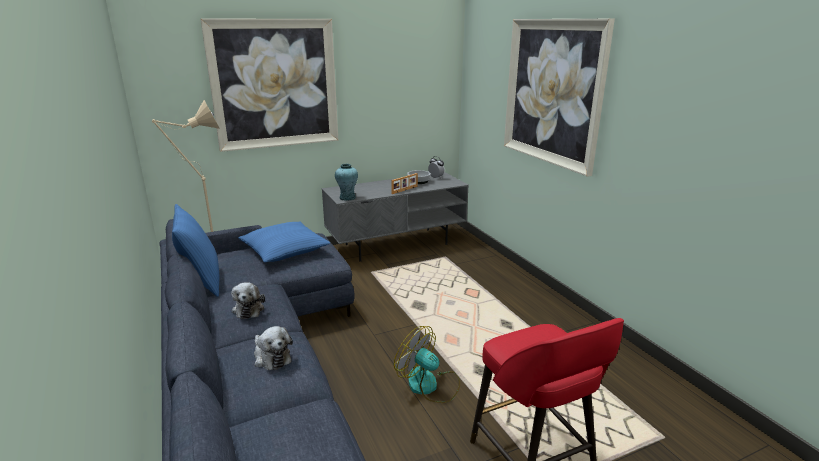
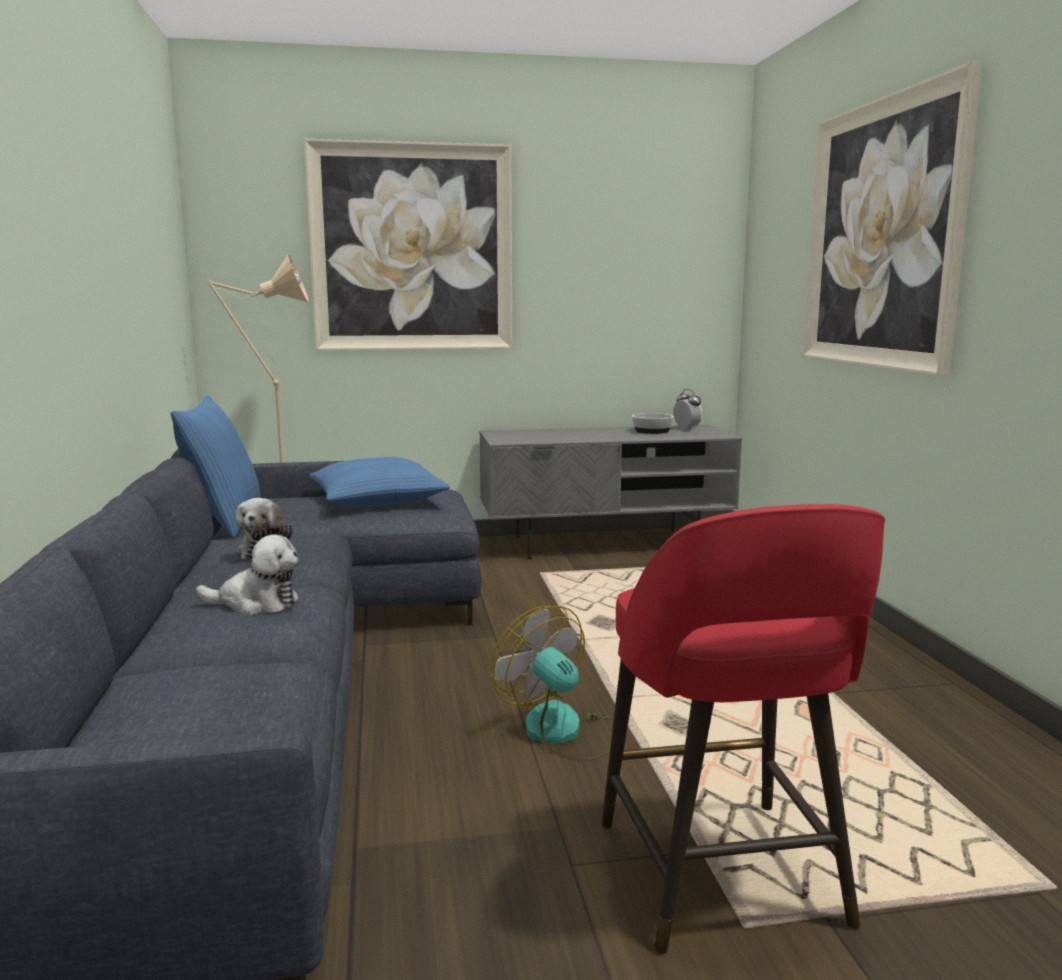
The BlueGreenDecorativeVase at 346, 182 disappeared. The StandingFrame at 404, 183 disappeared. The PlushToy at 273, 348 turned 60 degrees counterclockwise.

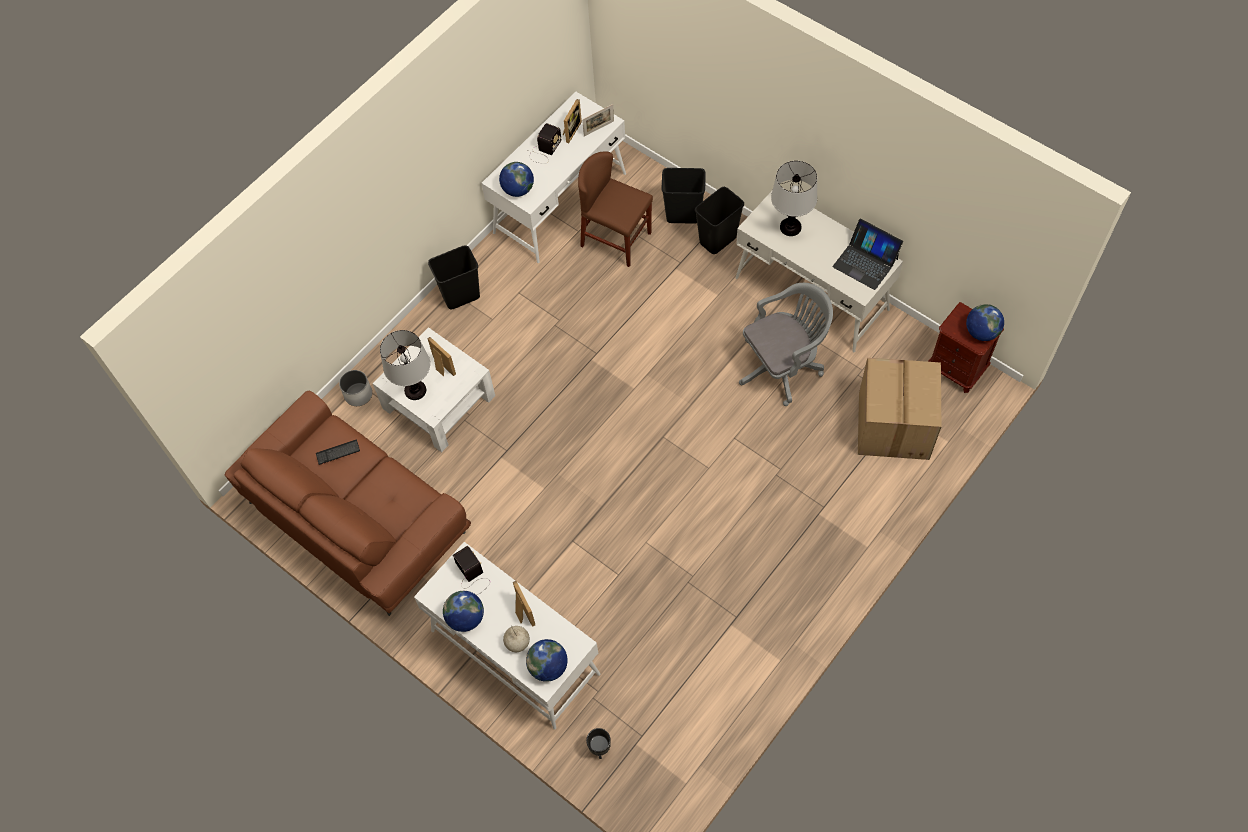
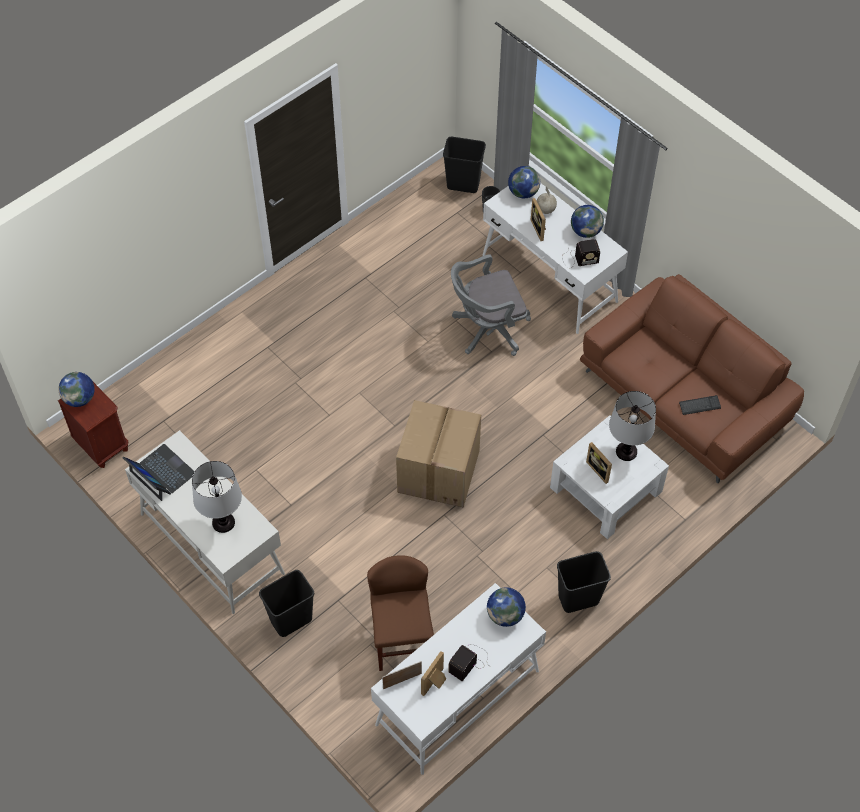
The WhitishFlowerPot at 355, 388 disappeared. The BlackishRubbishBin moved from 684, 196 to 464, 165. The GrayOfficeChair moved from 786, 344 to 491, 305. The Carton moved from 900, 409 to 438, 454. The RadioSet at 471, 570 turned 75 degrees counterclockwise. The BrownColouredPlainChair at 615, 209 turned 135 degrees counterclockwise.

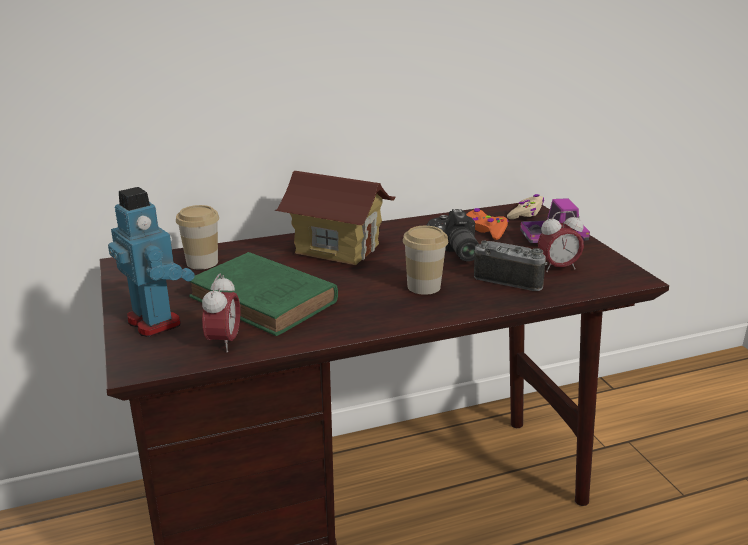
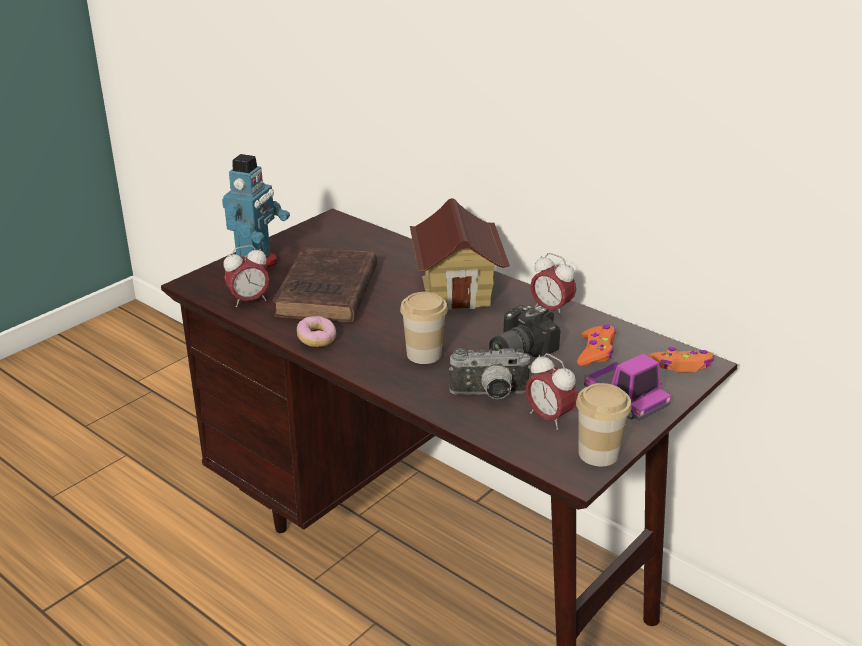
The RingDoughnut at 316, 331 appeared. The TableClock at 553, 285 appeared. The DrinkingCup moved from 197, 237 to 604, 424. The GreenishVolume at 263, 294 became the BrownColouredVolume at 325, 285. The BeigeColouredGamepad at 525, 206 became the OrangeyGamepad at 681, 360. The StillCamera at 510, 266 turned 90 degrees clockwise.

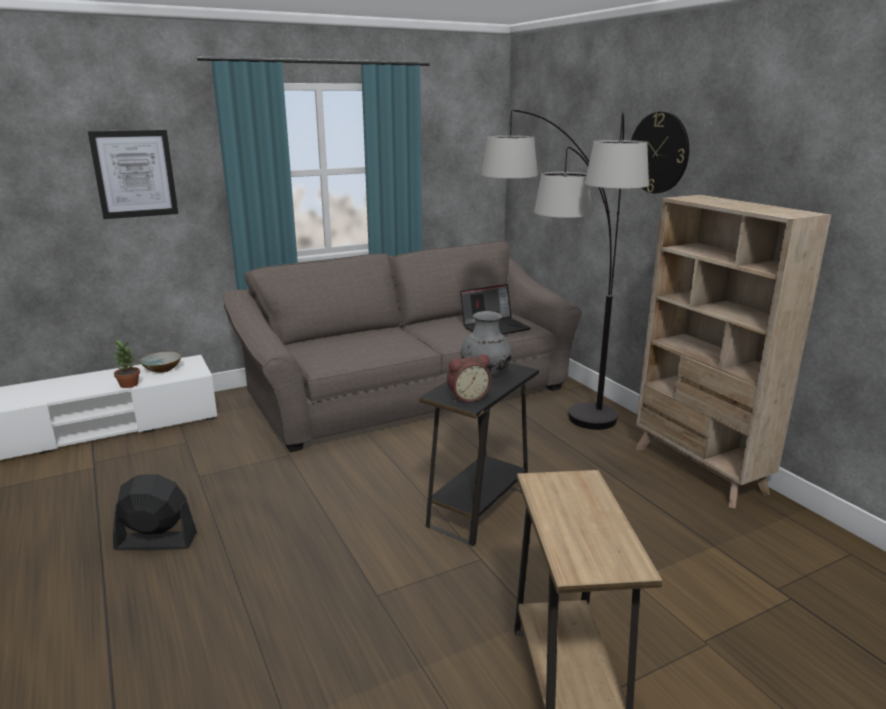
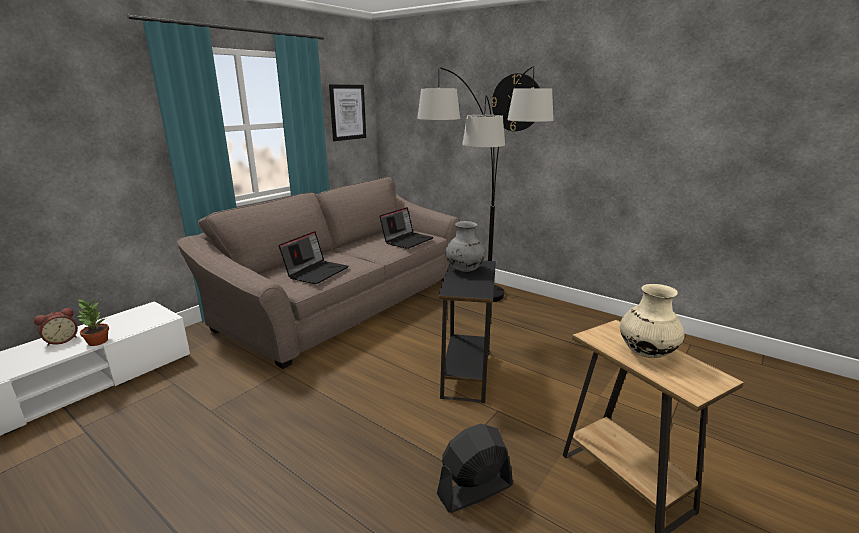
The DeepDish at 161, 362 disappeared. The BeigeColouredShelvingUnit at 733, 351 disappeared. The PortableComputer at 314, 257 appeared. The BeigeColouredDecorativeVase at 652, 321 appeared. The WallArt moved from 133, 174 to 347, 112. The BlackishFan moved from 155, 512 to 475, 468. The TableClock moved from 469, 378 to 56, 327.

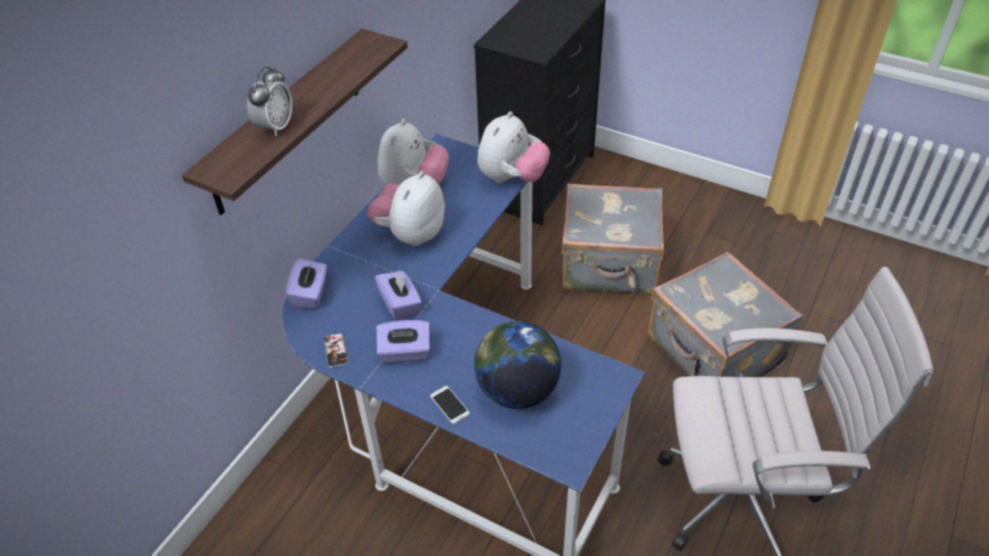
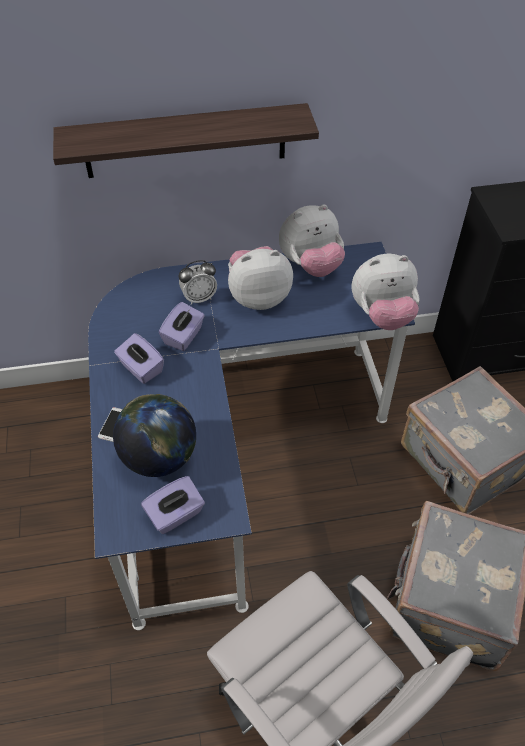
The Phone at 336, 350 disappeared. The TableClock moved from 269, 101 to 198, 282. The PurpleColouredBoxOfTissues moved from 306, 284 to 173, 505.

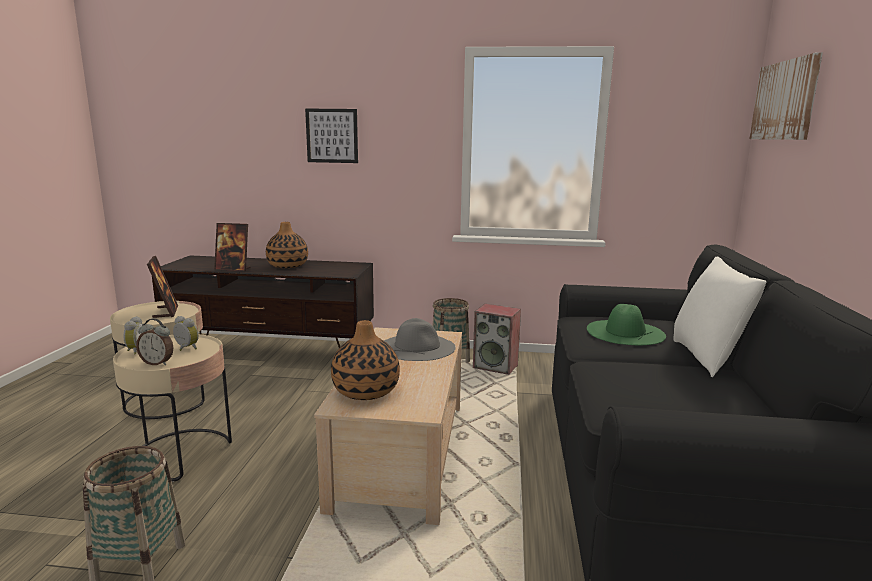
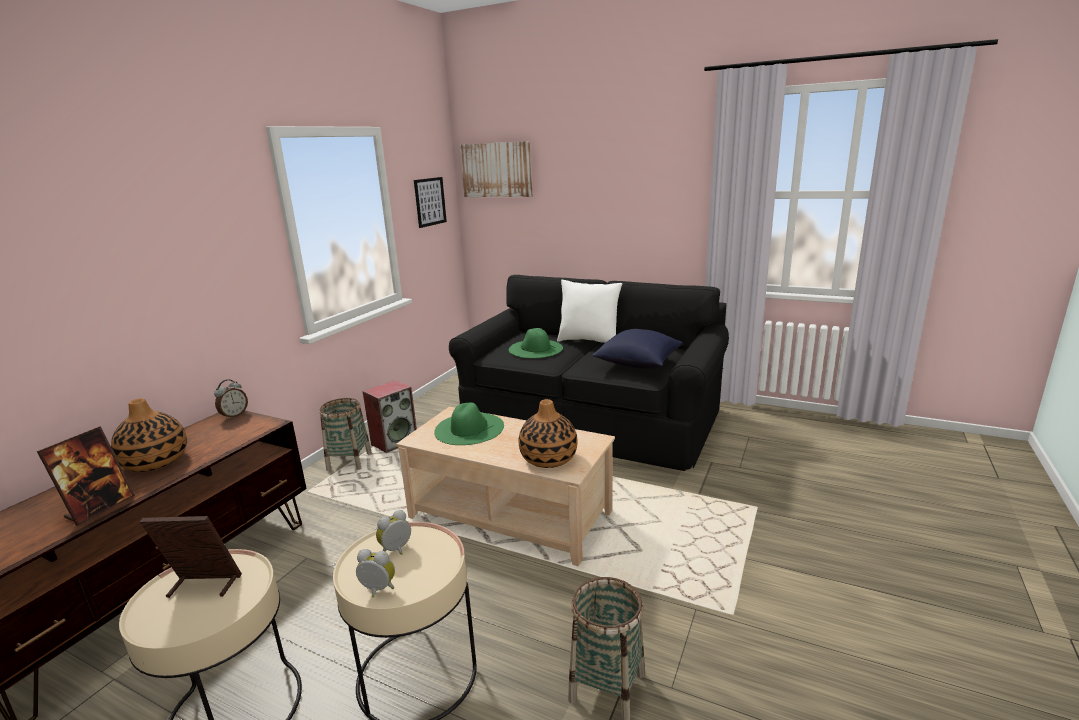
The BluishPillow at 637, 349 appeared. The TableClock moved from 155, 341 to 231, 399. The WallArt moved from 331, 136 to 430, 202. The GrayHat at 419, 339 became the GreenishHat at 469, 424.

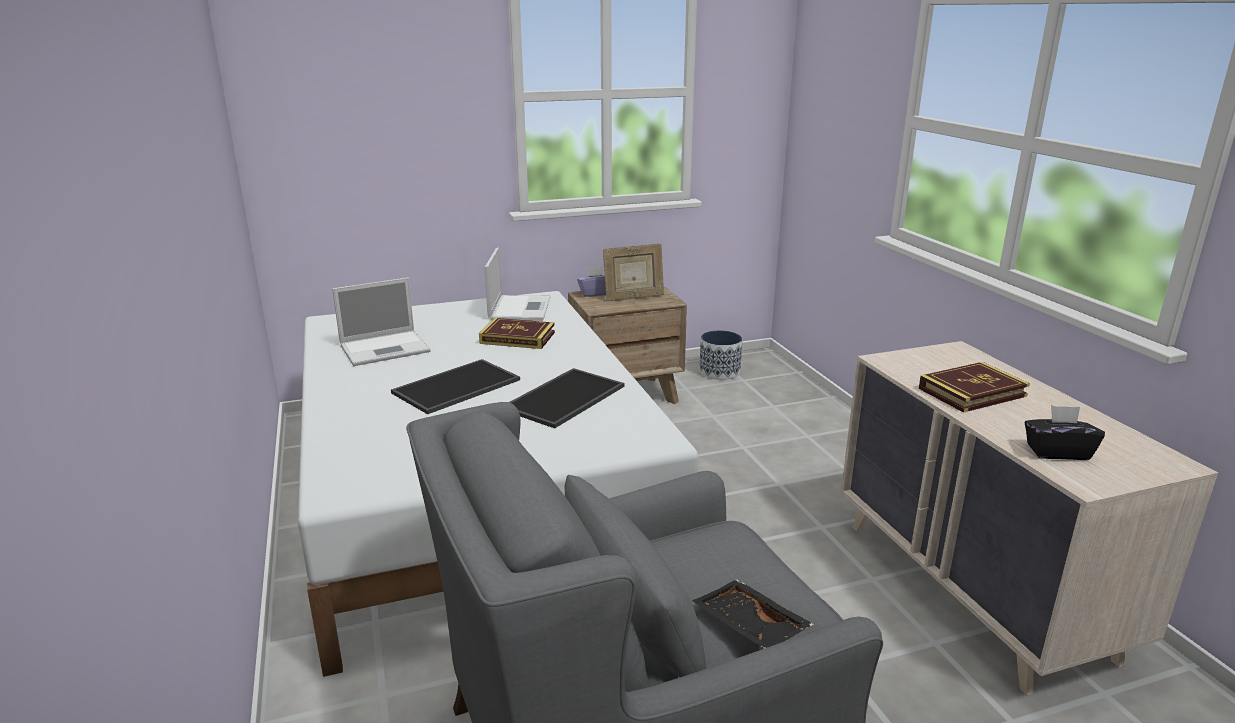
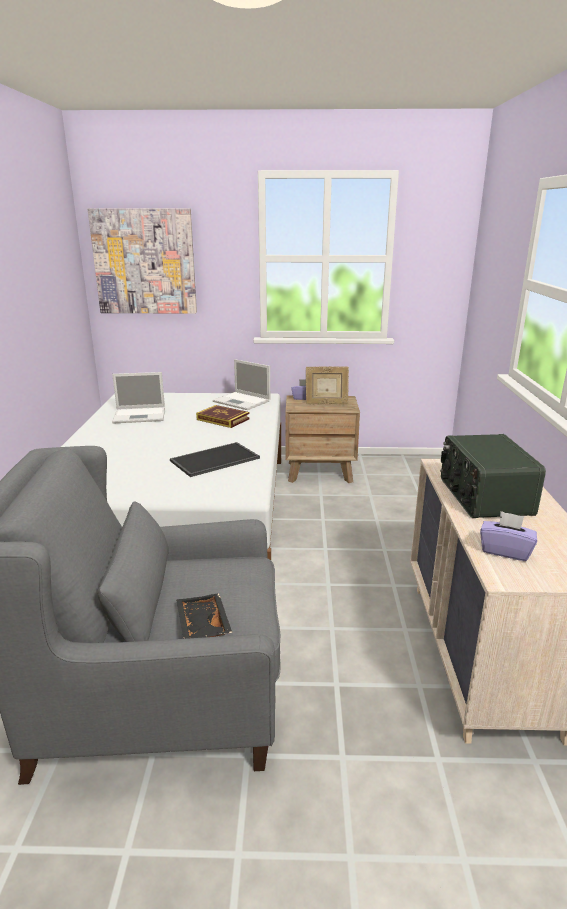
The CarryingTray at 455, 386 disappeared. The FlowerPot at 720, 355 disappeared. The WallArt at 142, 261 appeared. The Volume at 974, 387 was replaced by the RadioSet at 493, 476. The BlackishBoxOfTissues at 1065, 432 became the PurpleColouredBoxOfTissues at 508, 536. The PortableComputer at 517, 284 turned 105 degrees clockwise.

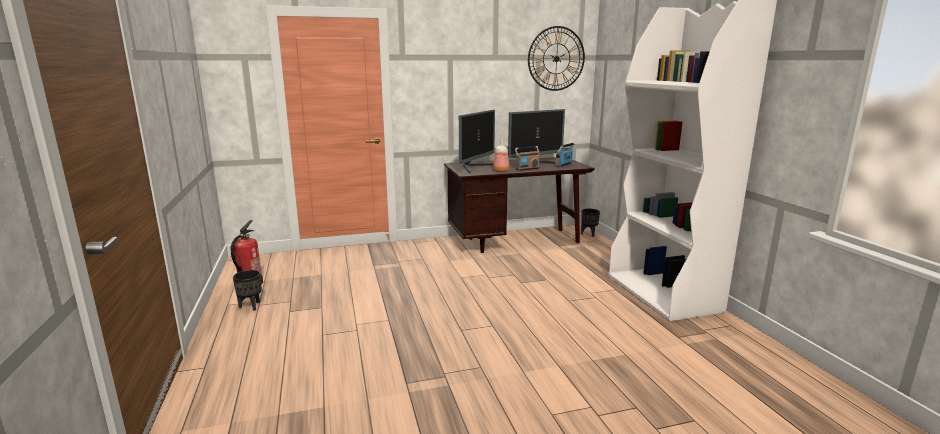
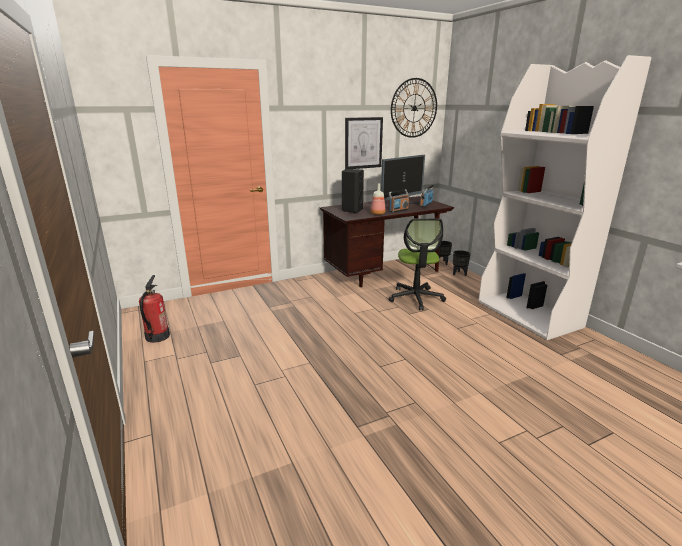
The WallArt at 364, 143 appeared. The OfficeChair at 417, 264 appeared. The BlackishFlowerPot moved from 247, 290 to 461, 263. The Monitor at 477, 141 was replaced by the BlackishAudioSpeaker at 353, 191.

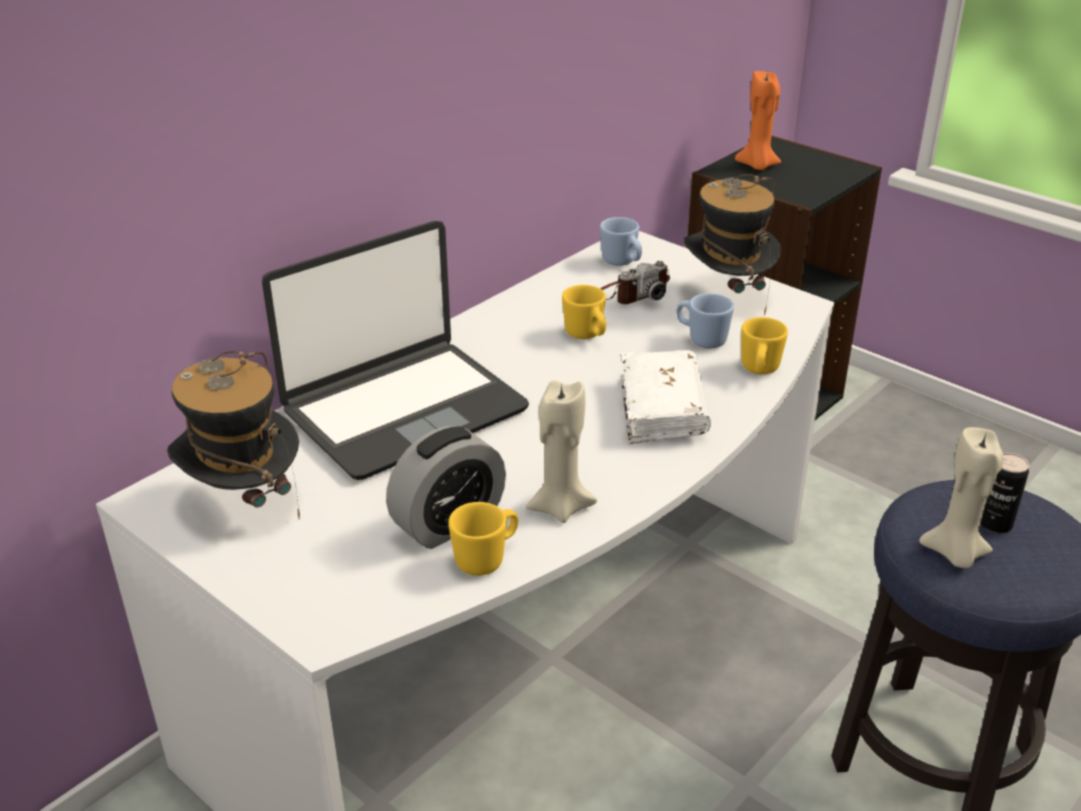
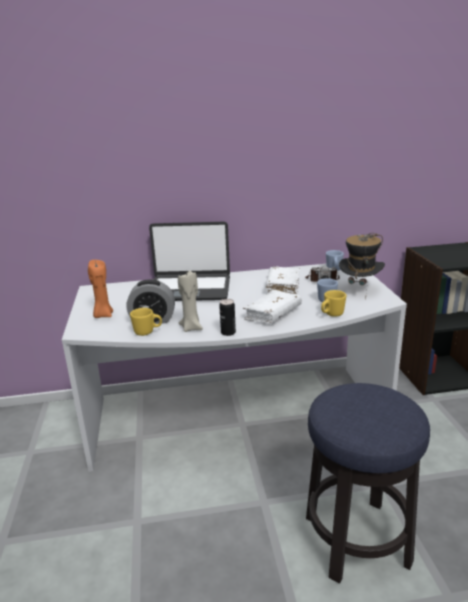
The Hat at 233, 435 disappeared. The BeigeColouredWaxCandle at 961, 497 disappeared. The OrangeyWaxCandle moved from 758, 120 to 100, 289. The MetalCan moved from 1004, 493 to 227, 317. The YellowColouredMug at 584, 312 was replaced by the WhitishVolume at 282, 280.

